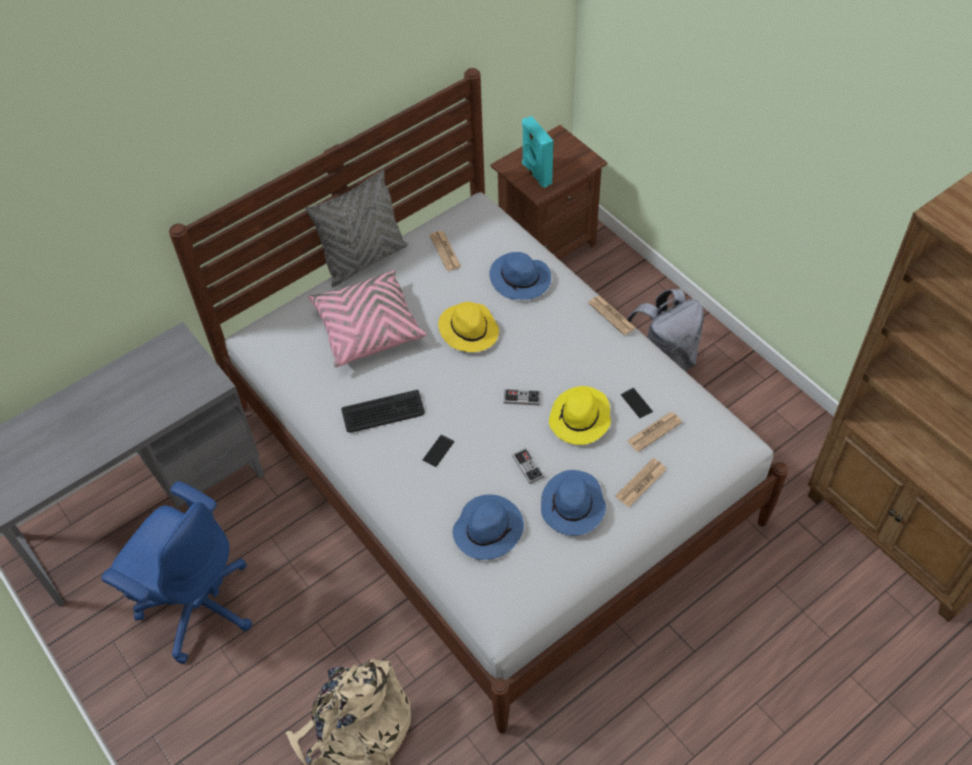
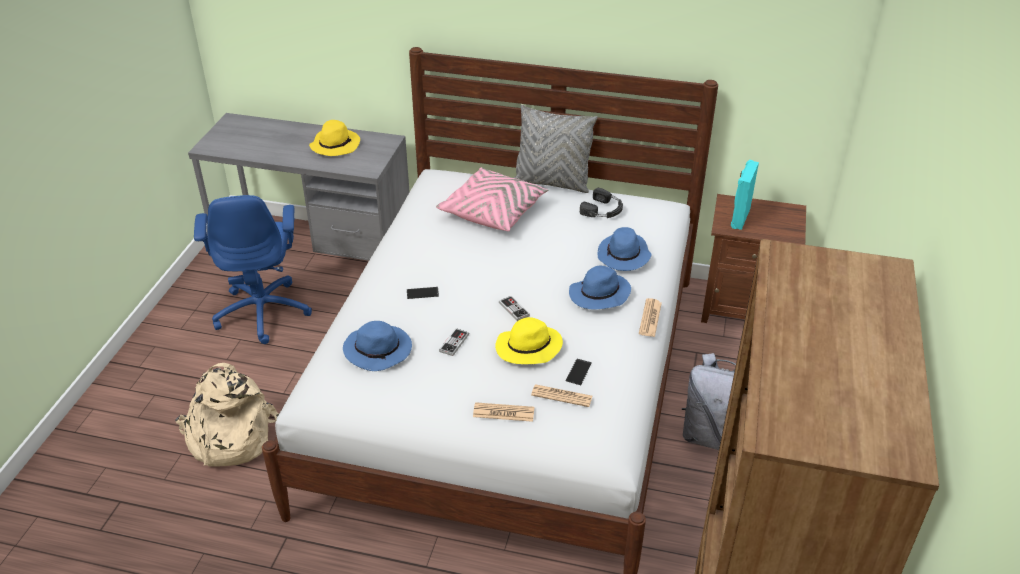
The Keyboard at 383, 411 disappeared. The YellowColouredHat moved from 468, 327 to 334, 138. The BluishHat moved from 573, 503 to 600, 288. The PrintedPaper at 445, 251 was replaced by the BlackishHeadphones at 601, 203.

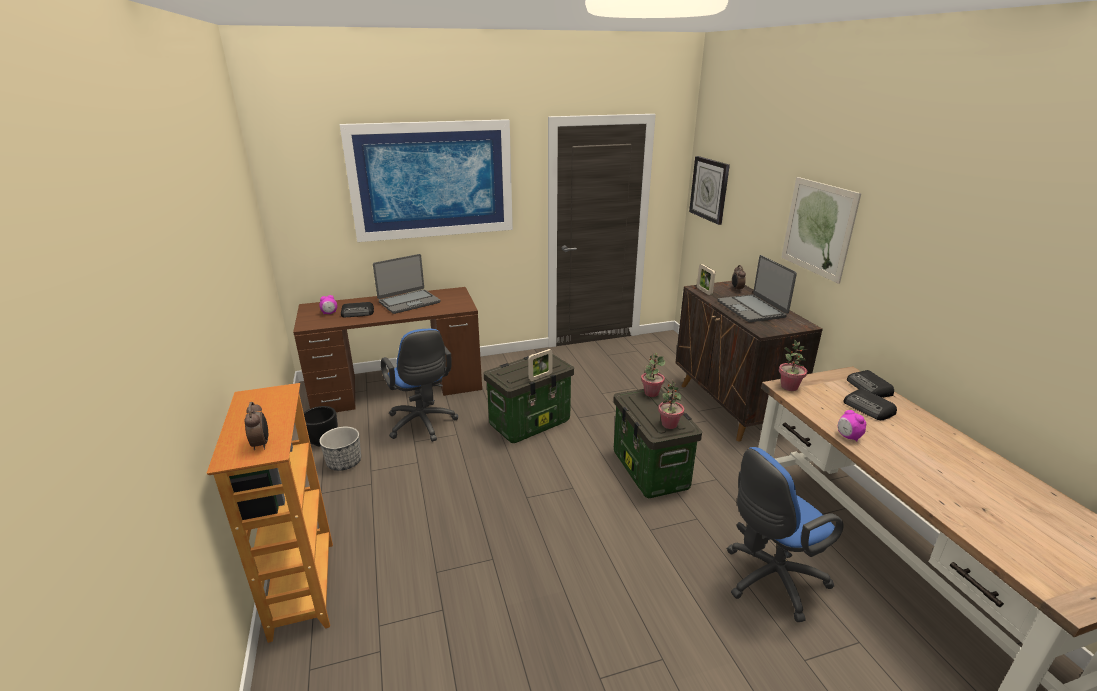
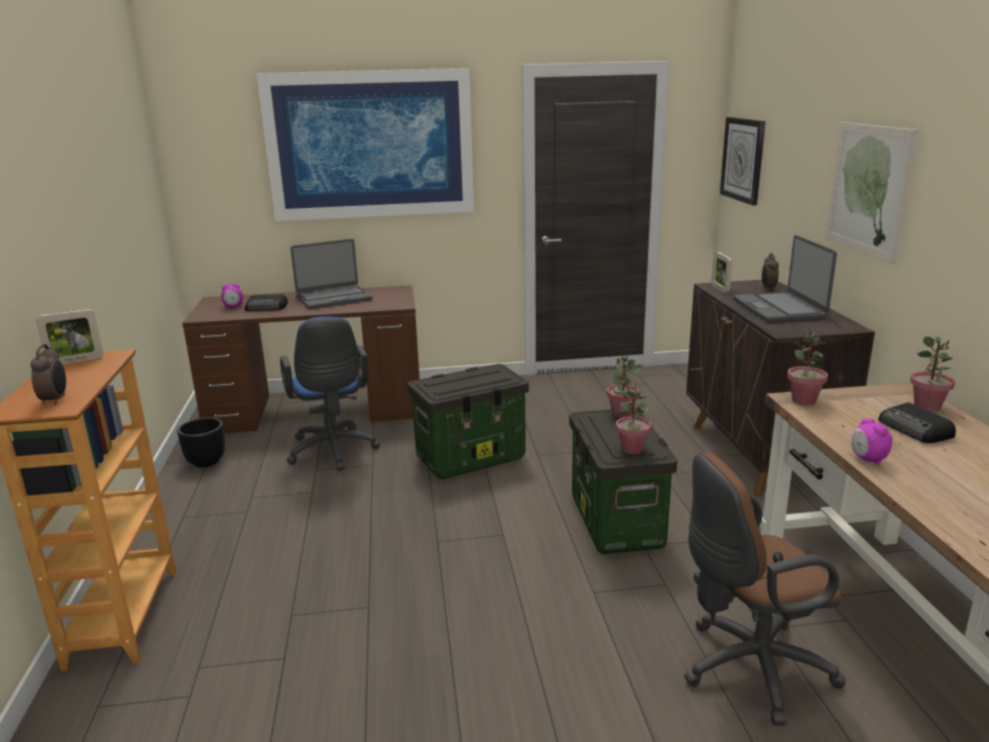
The FlowerPot at 340, 449 disappeared. The StandingFrame moved from 540, 365 to 69, 336. The RadioSet at 870, 384 was replaced by the PlantInAPot at 932, 374. The BluishOfficeChair at 785, 534 became the BrownColouredOfficeChair at 764, 589.

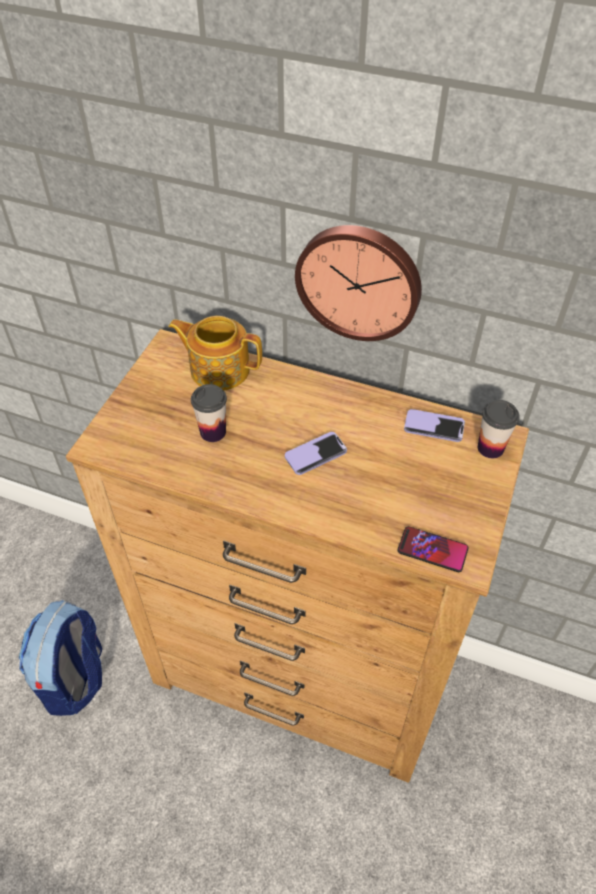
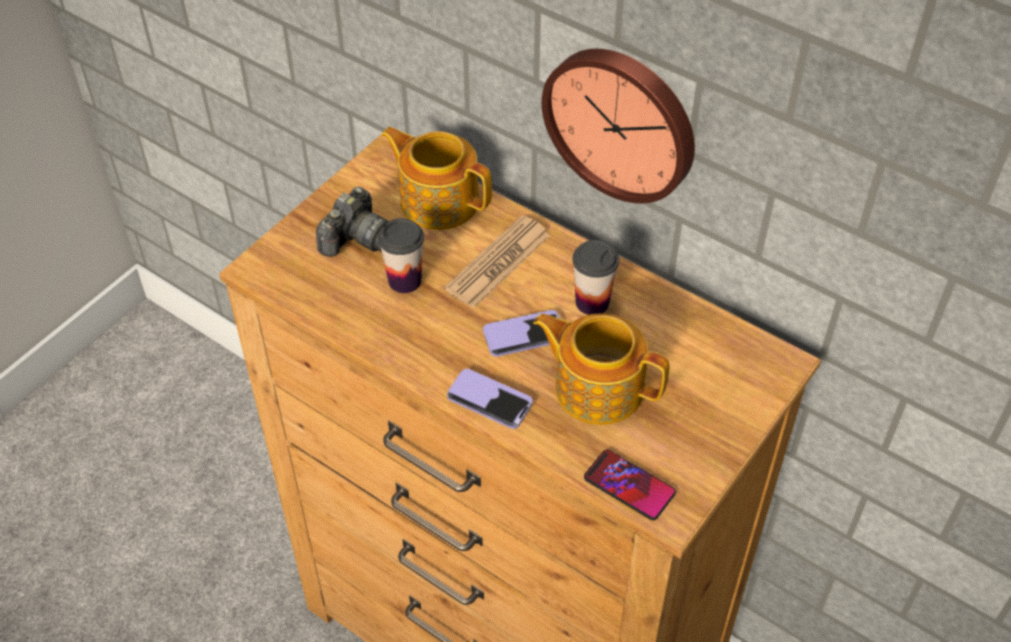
The Backpack at 60, 658 disappeared. The StillCamera at 352, 222 appeared. The PrintedPaper at 497, 261 appeared. The Teapot at 601, 369 appeared. The Phone moved from 434, 425 to 490, 399. The DrinkingCup moved from 499, 429 to 595, 277.

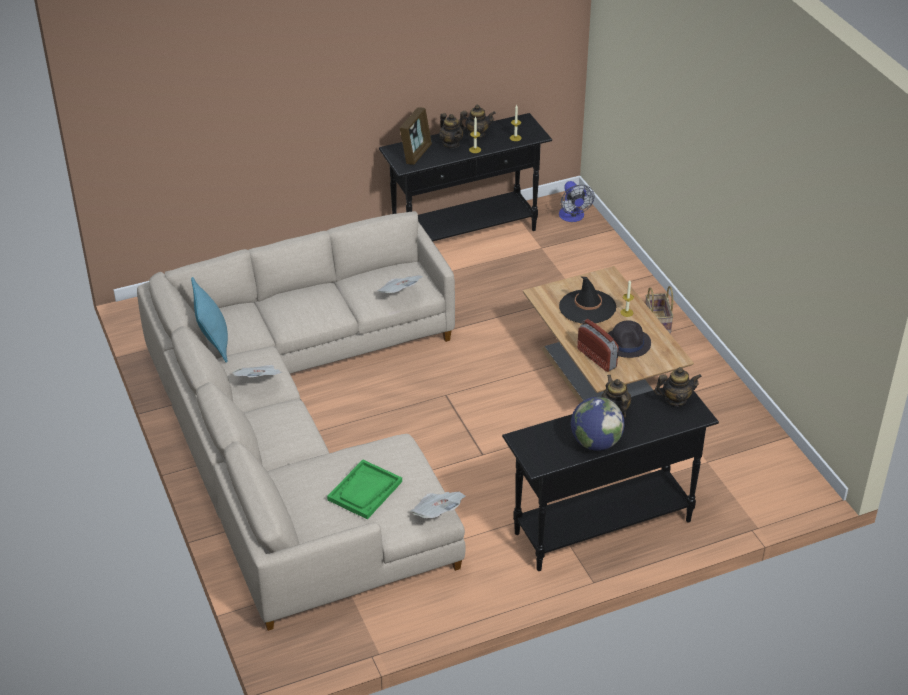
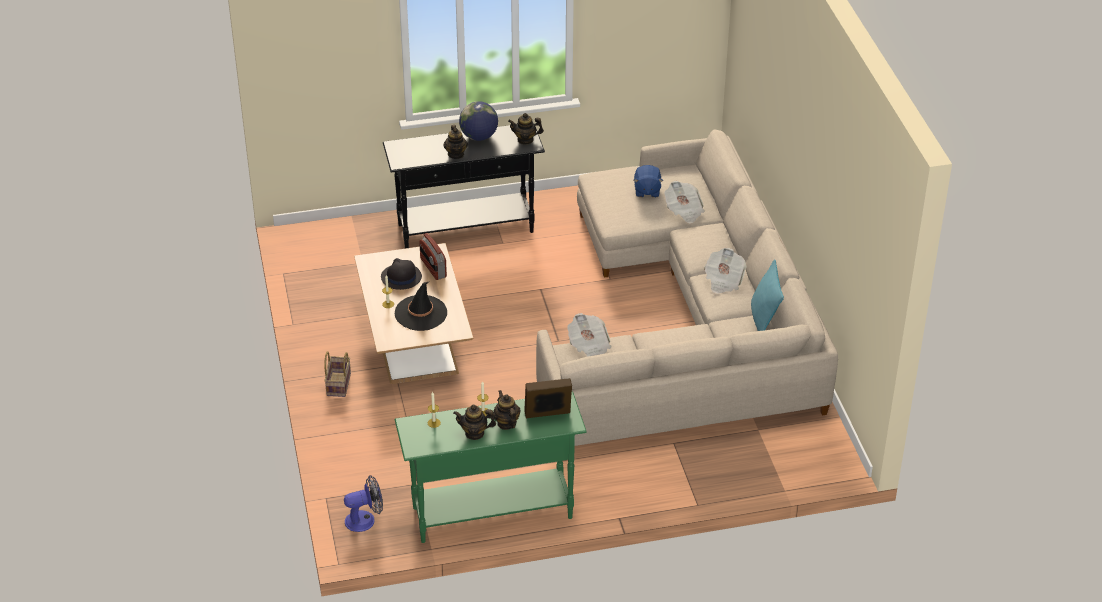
The PrintedPaper moved from 438, 504 to 684, 202. The Teapot moved from 678, 387 to 526, 129. The GreenishCarryingTray at 364, 490 was replaced by the BluishPlushToy at 648, 181. The BlackishNarrowTable at 465, 177 became the GreenishNarrowTable at 491, 467. The StandingFrame at 416, 136 turned 45 degrees clockwise. The Fan at 577, 201 turned 75 degrees clockwise.

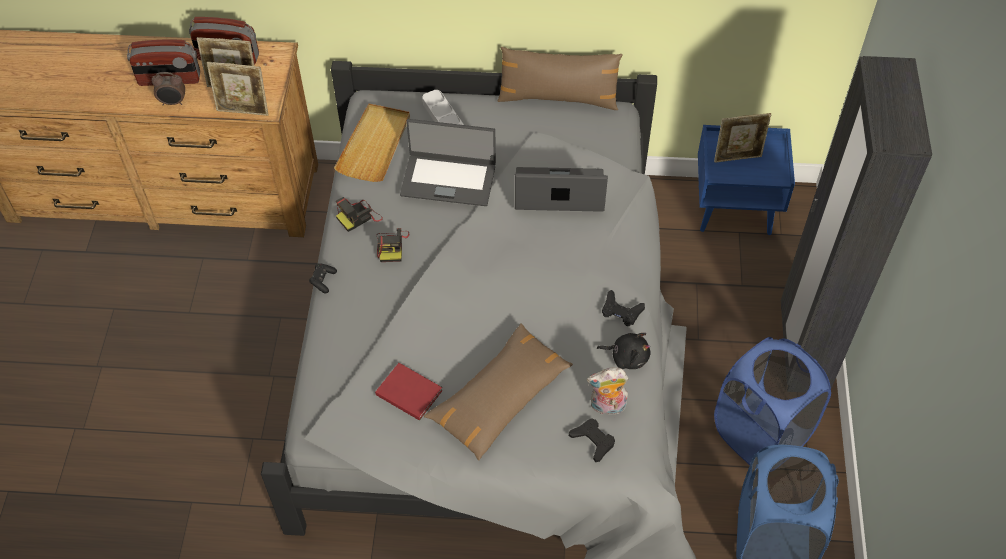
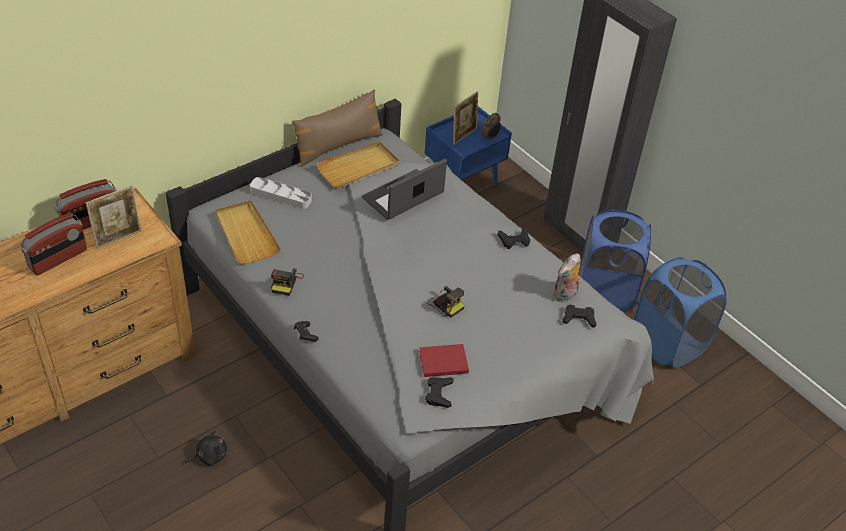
The StandingFrame at 237, 89 disappeared. The PortableComputer at 448, 162 disappeared. The BrownColouredPillow at 498, 391 disappeared. The BeigeColouredCarryingTray at 357, 164 appeared. The BlackishGamepad at 439, 392 appeared. The TableClock moved from 168, 89 to 491, 127. The StillCamera moved from 392, 245 to 445, 302. The BlackishPlushToy moved from 624, 351 to 206, 448.

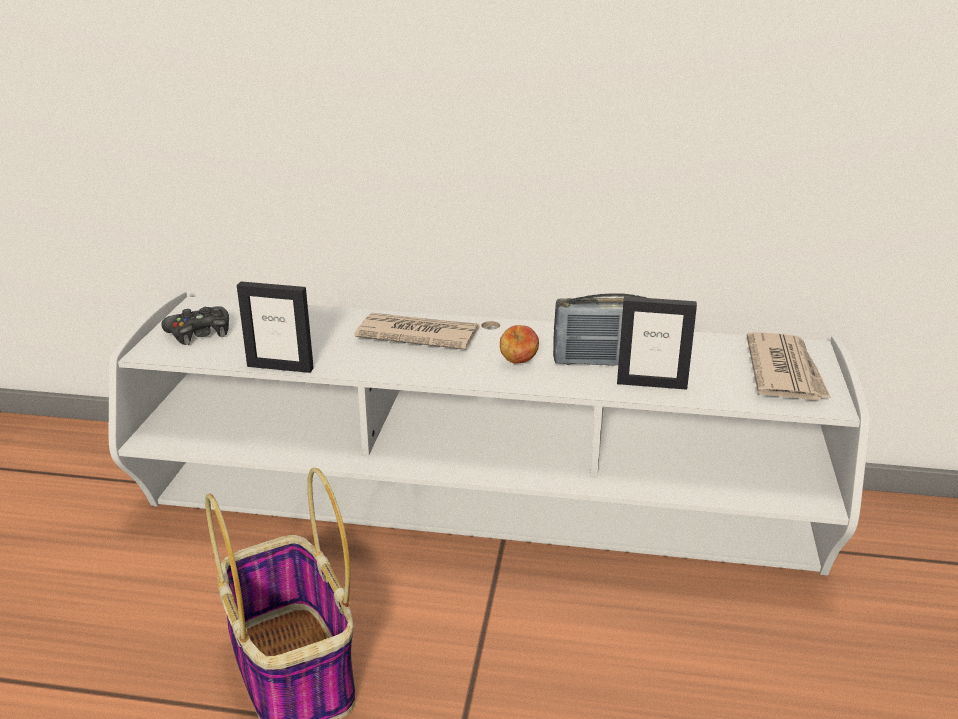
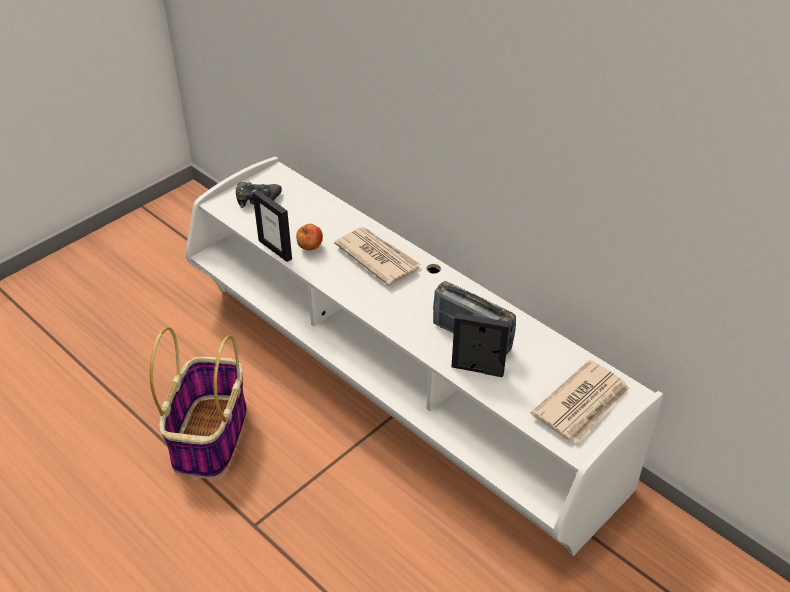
The WholeApple moved from 519, 344 to 309, 237. The StandingFrame at 657, 343 turned 150 degrees clockwise.

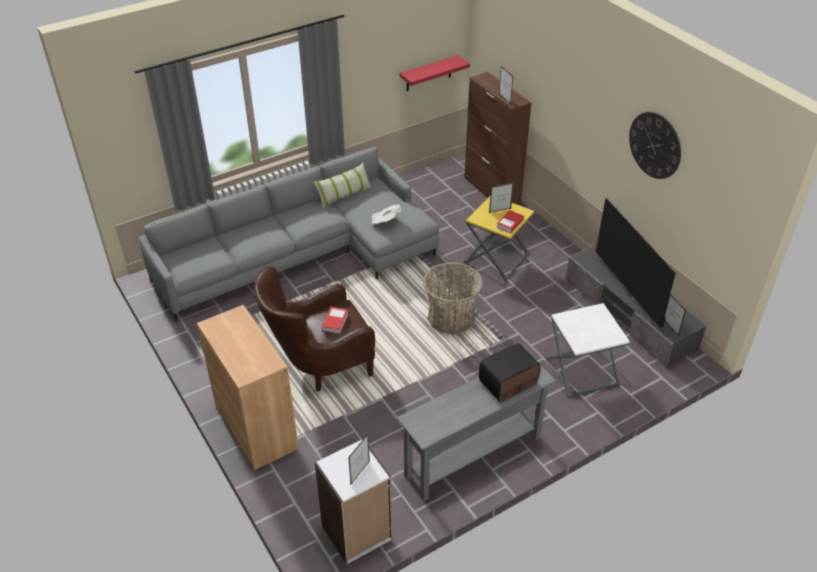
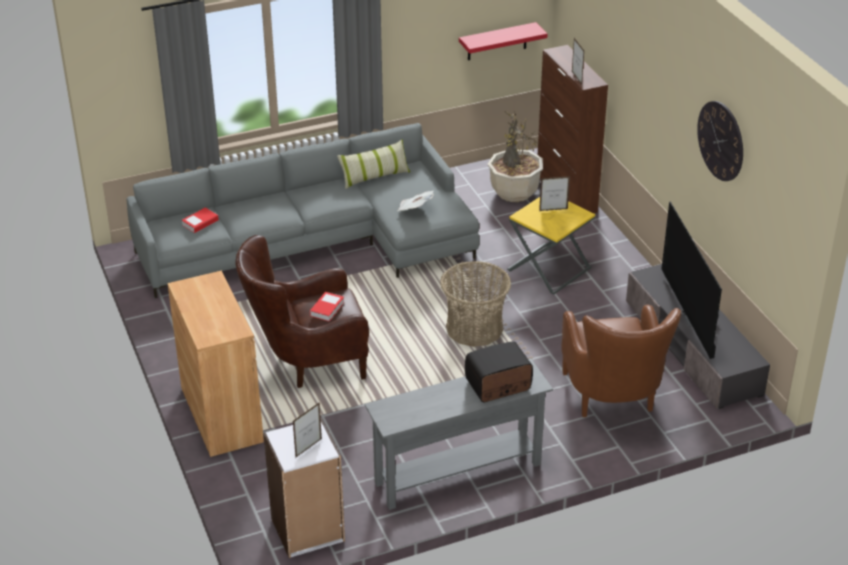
The StandingFrame at 675, 315 disappeared. The PlantInAPot at 515, 156 appeared. The Volume moved from 510, 221 to 200, 220. The WhitishEndTable at 587, 350 was replaced by the BrownColouredEasyChair at 621, 361.

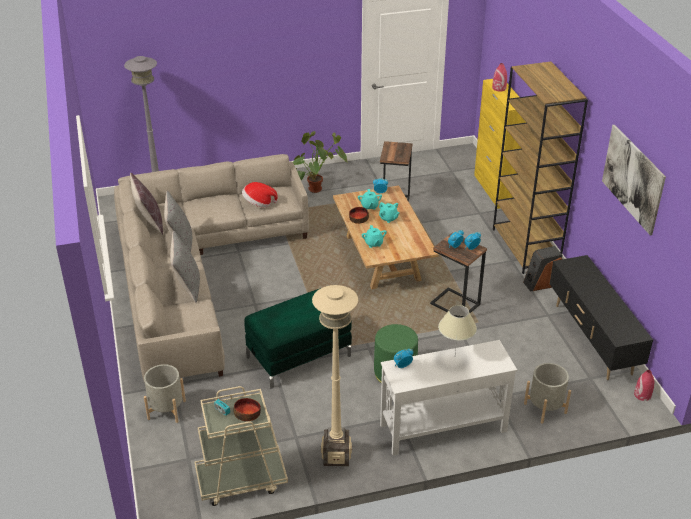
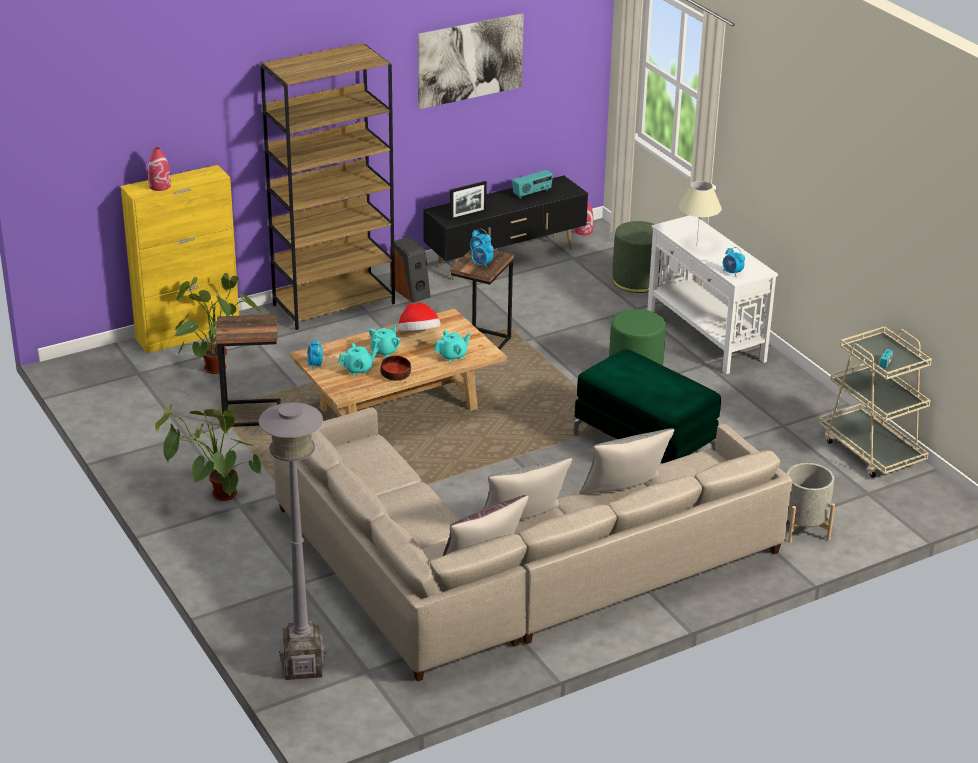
The DeepDish at 247, 409 disappeared. The BeigeColouredStandingLamp at 335, 375 disappeared. The PlantInAPot at 218, 323 appeared. The StandingFrame at 468, 200 appeared. The RadioSet at 532, 184 appeared. The Hat moved from 260, 194 to 419, 316. The GrayFlowerPot at 547, 393 was replaced by the GreenishPouffe at 636, 257.

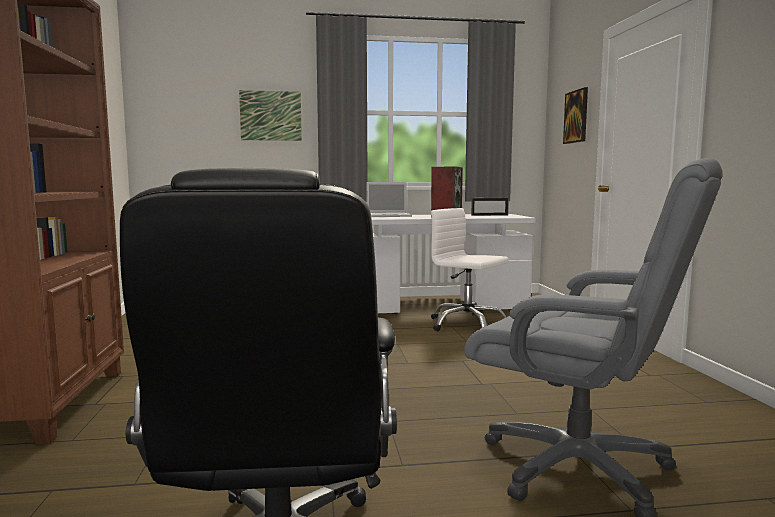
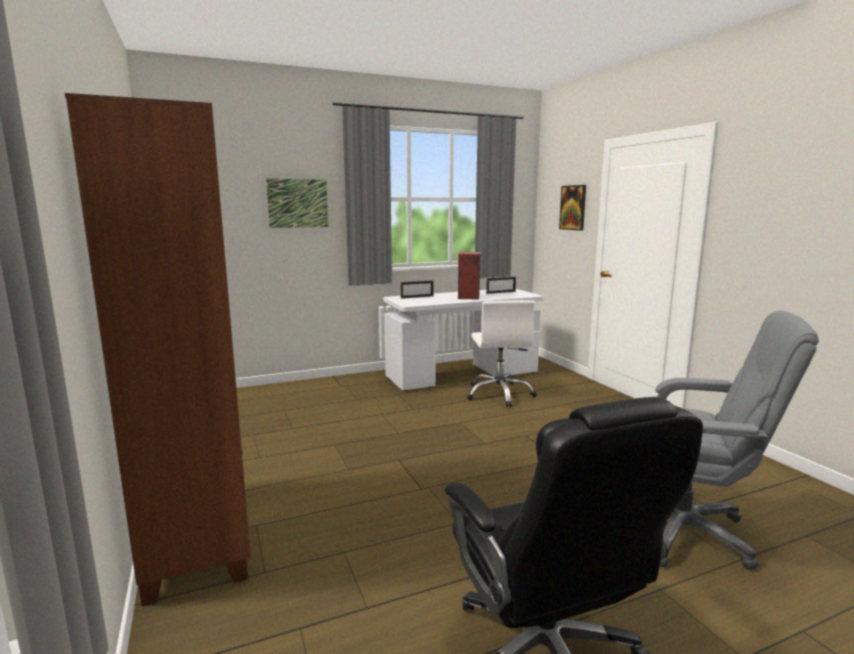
The PortableComputer at 389, 199 was replaced by the StandingFrame at 417, 289. The WhitishOfficeChair at 470, 269 turned 120 degrees counterclockwise.

